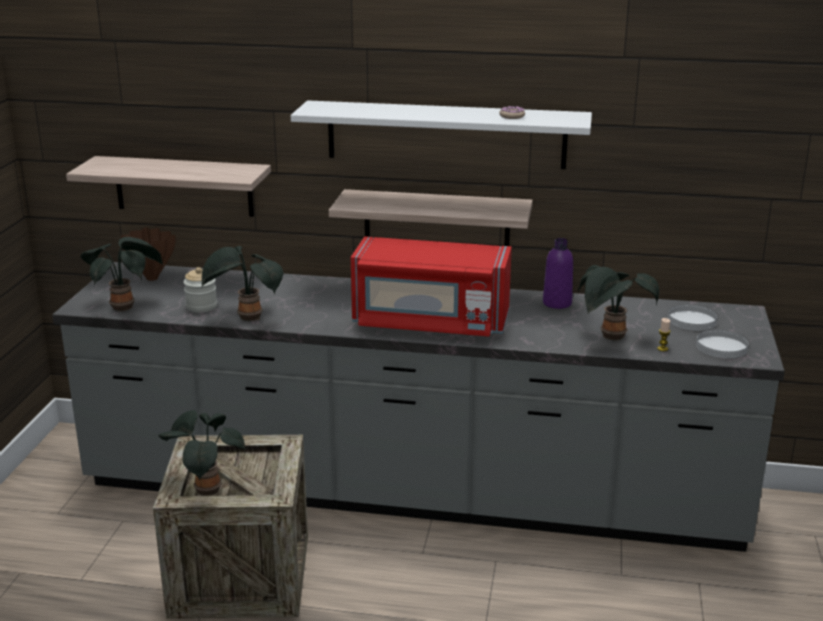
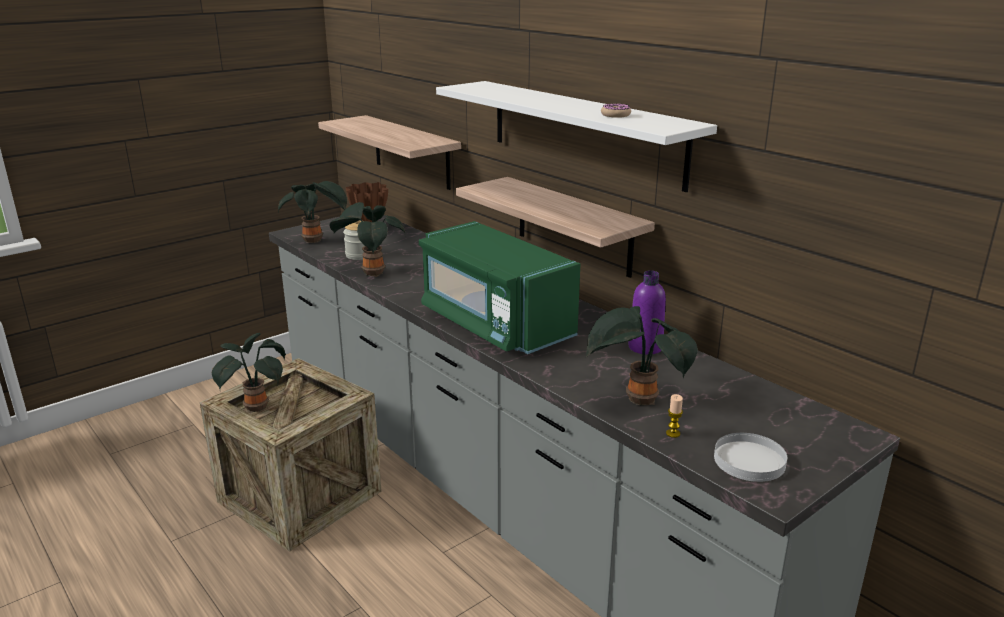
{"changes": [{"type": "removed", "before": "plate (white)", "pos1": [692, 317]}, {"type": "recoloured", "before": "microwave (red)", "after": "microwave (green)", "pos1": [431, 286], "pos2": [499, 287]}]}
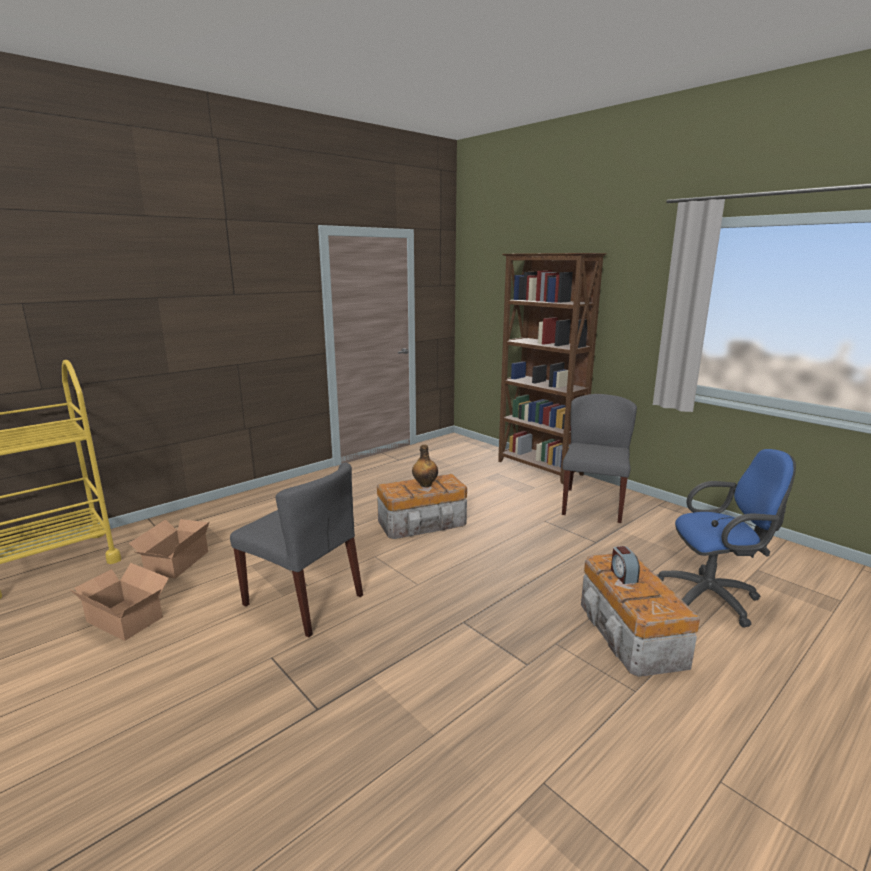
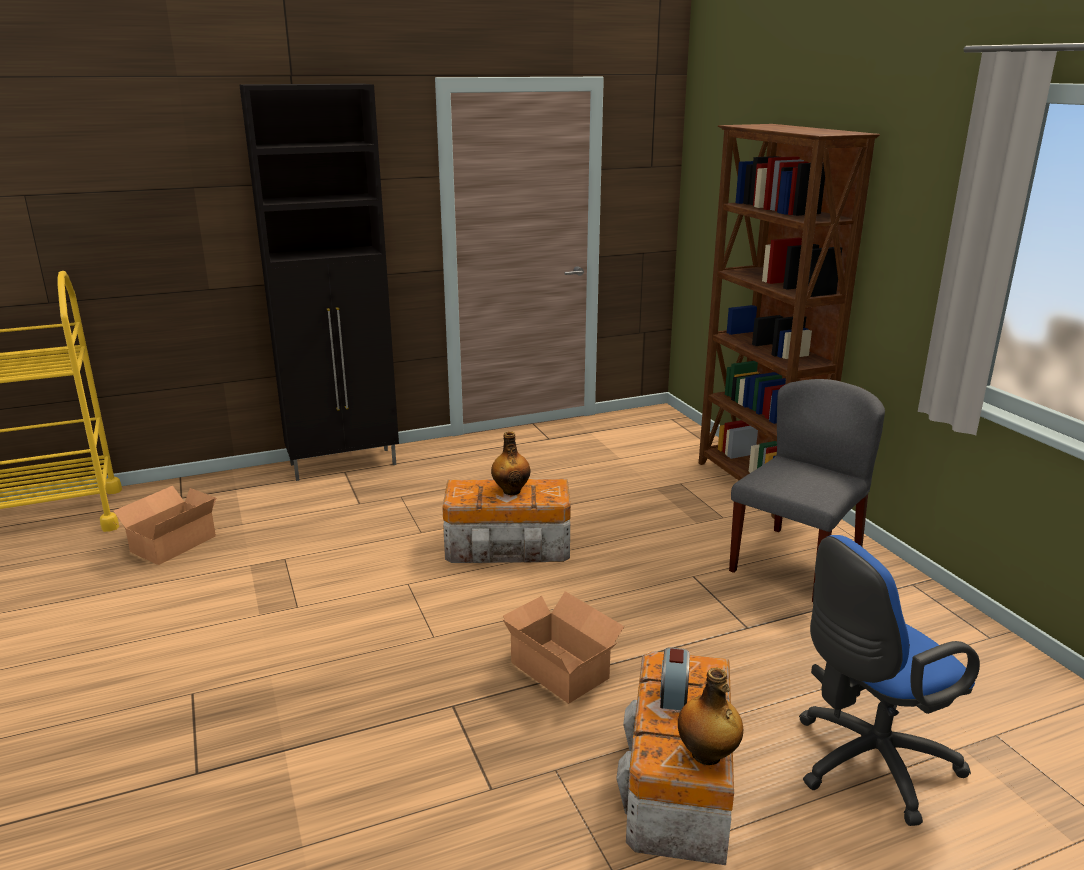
{"changes": [{"type": "removed", "before": "chair (grey)", "pos1": [296, 549]}, {"type": "added", "after": "cabinet (black)", "pos2": [319, 282]}, {"type": "added", "after": "bottle", "pos2": [710, 716]}, {"type": "moved", "before": "cardboard box", "pos1": [120, 602], "pos2": [563, 647]}, {"type": "turned", "before": "office chair (blue)", "pos1": [726, 538], "pos2": [889, 680], "turn": 135}]}
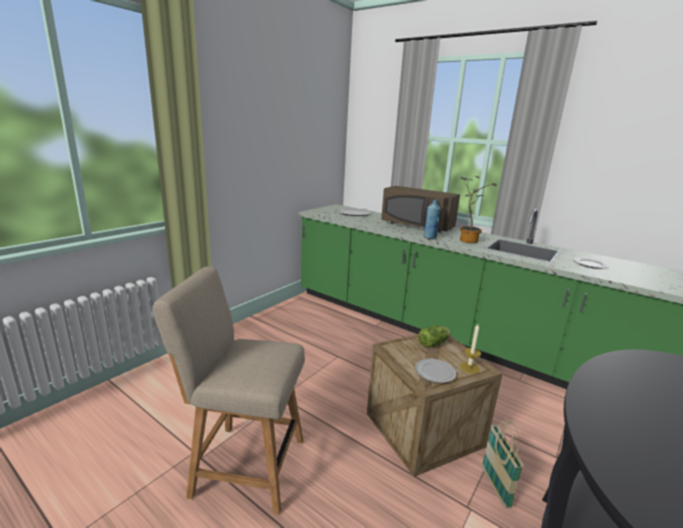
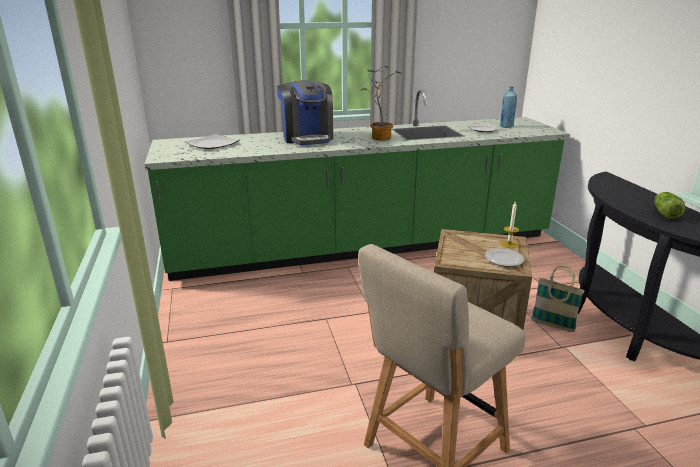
{"changes": [{"type": "moved", "before": "lettuce", "pos1": [434, 337], "pos2": [670, 205]}, {"type": "moved", "before": "bottle (blue)", "pos1": [432, 219], "pos2": [508, 107]}, {"type": "replaced", "before": "microwave (brown)", "after": "coffee machine", "pos1": [420, 209], "pos2": [305, 112]}]}
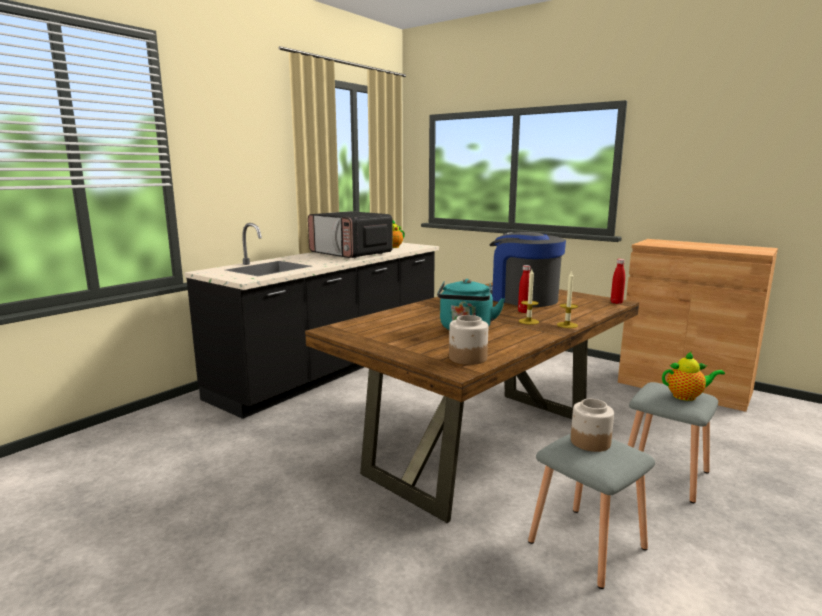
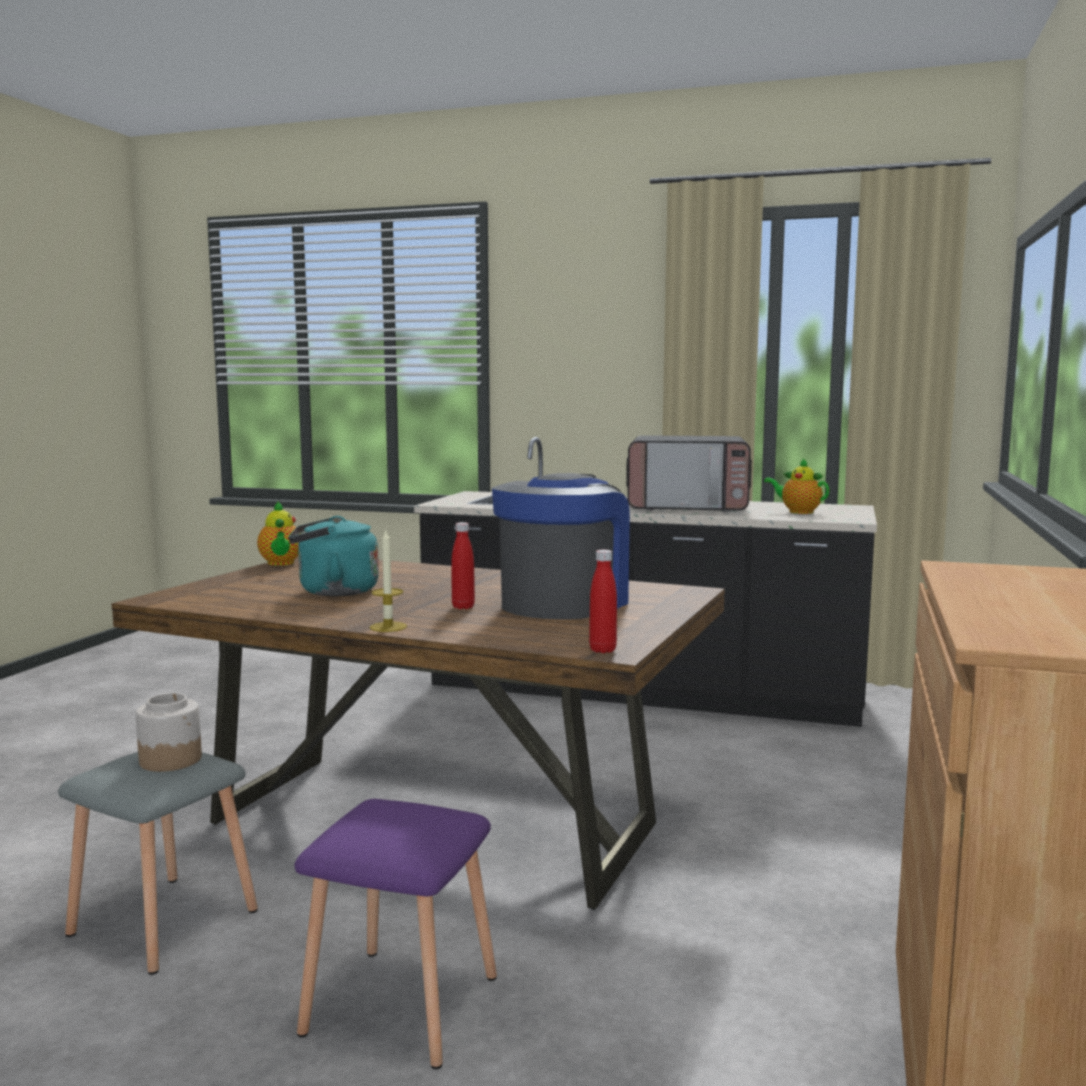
{"changes": [{"type": "removed", "before": "jar", "pos1": [468, 340]}, {"type": "removed", "before": "candle", "pos1": [529, 297]}, {"type": "moved", "before": "teapot", "pos1": [693, 376], "pos2": [279, 534]}, {"type": "recoloured", "before": "stool (grey)", "after": "stool (purple)", "pos1": [673, 442], "pos2": [396, 934]}, {"type": "turned", "before": "microwave", "pos1": [350, 234], "pos2": [689, 473], "turn": -105}]}
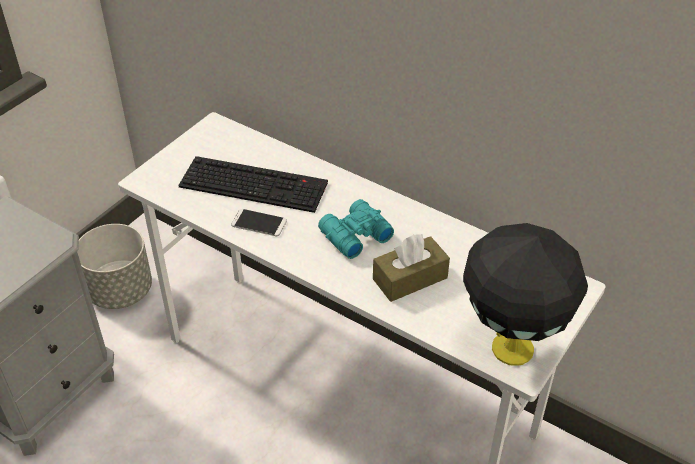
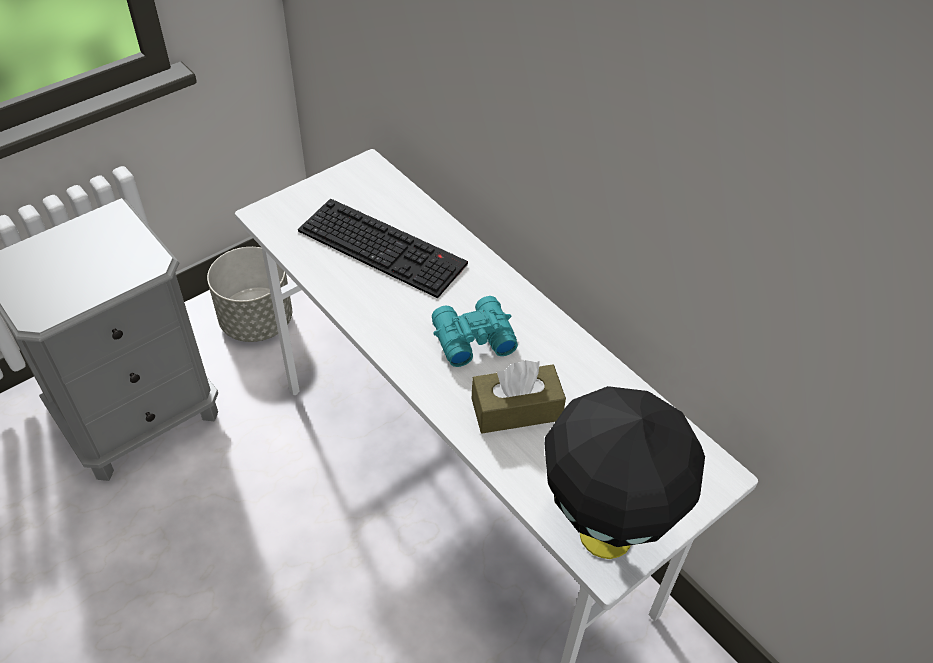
{"changes": [{"type": "removed", "before": "phone", "pos1": [259, 222]}]}
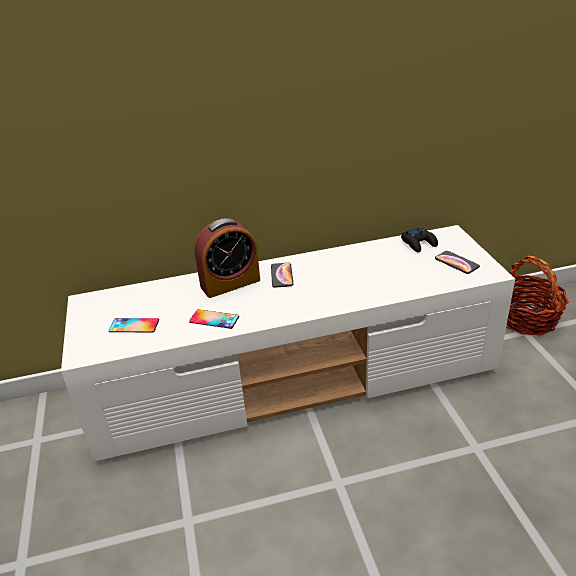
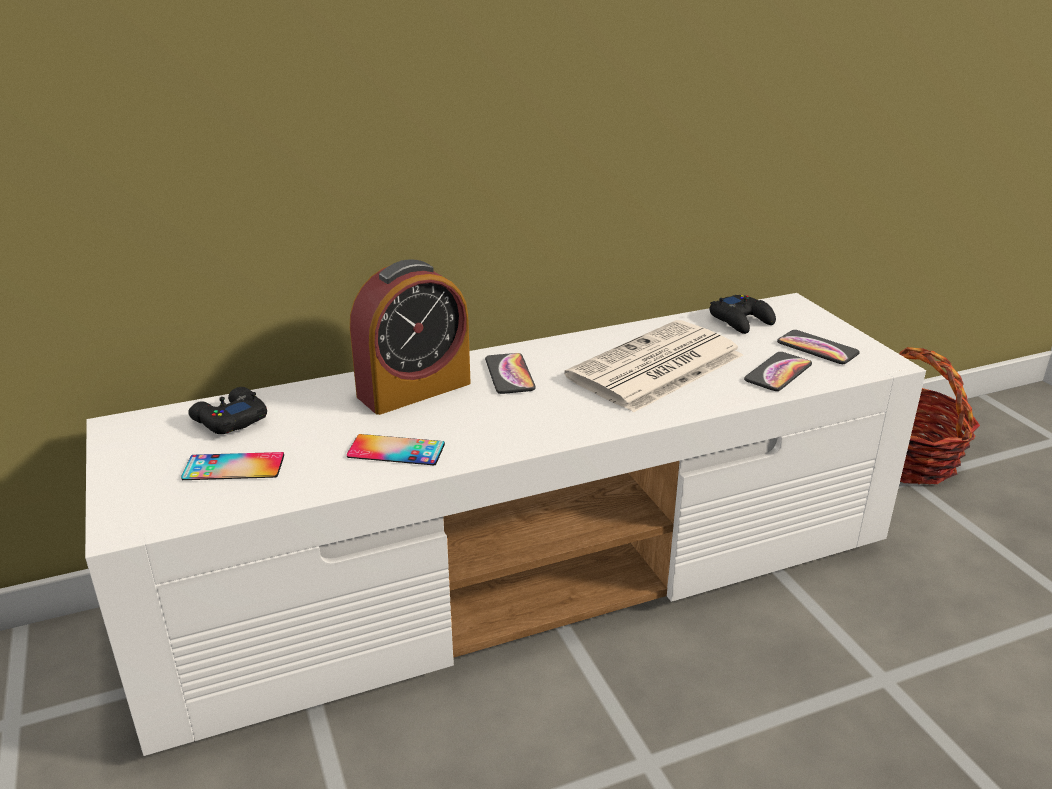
{"changes": [{"type": "added", "after": "game controller (black)", "pos2": [227, 410]}, {"type": "added", "after": "newspaper", "pos2": [653, 366]}, {"type": "added", "after": "phone", "pos2": [778, 371]}]}
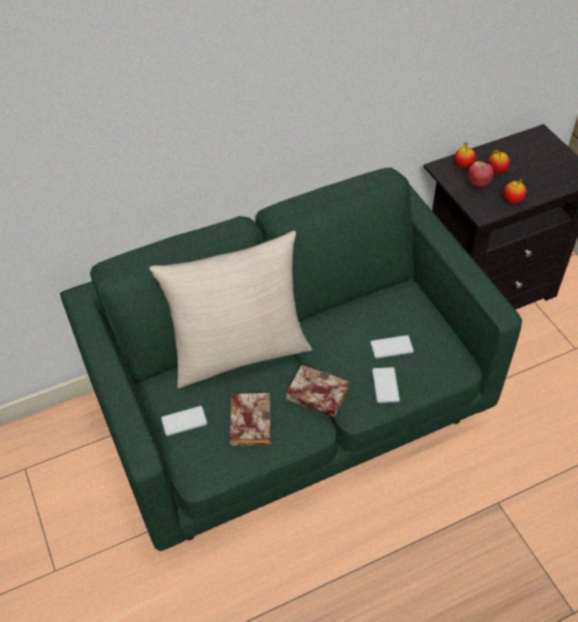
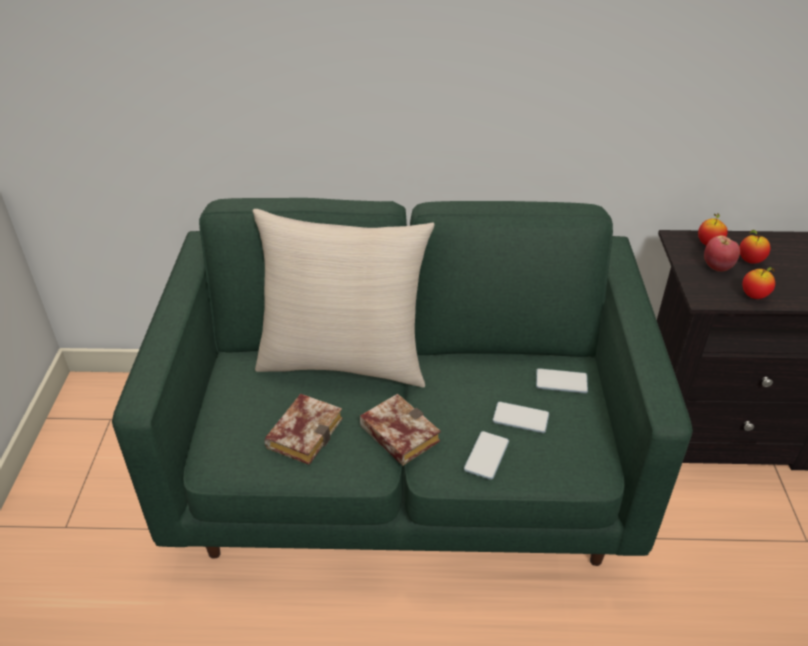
{"changes": [{"type": "moved", "before": "phone", "pos1": [184, 421], "pos2": [562, 380]}]}
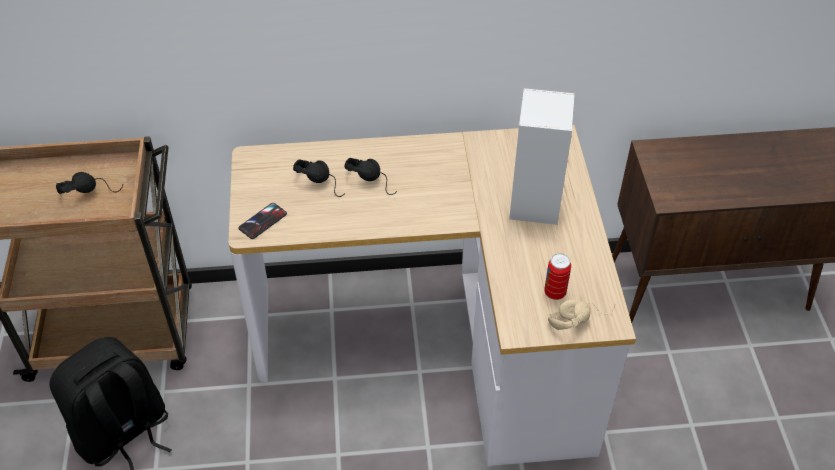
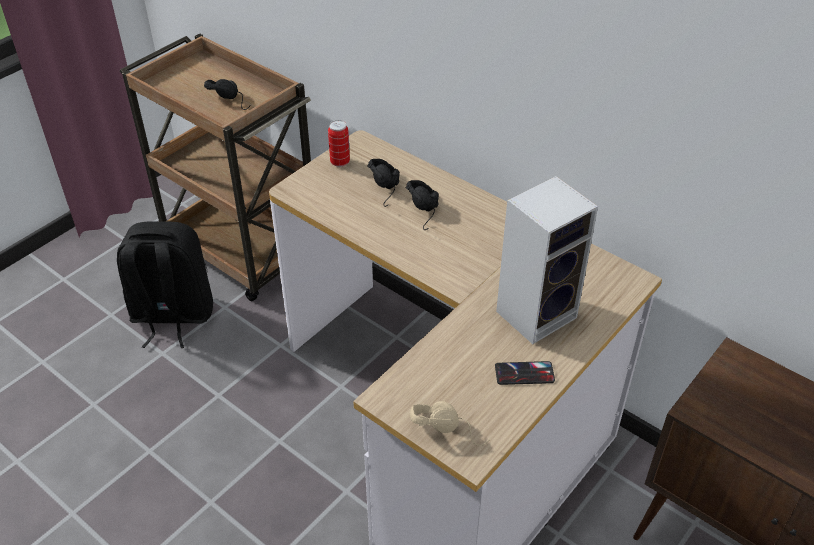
{"changes": [{"type": "moved", "before": "phone", "pos1": [262, 221], "pos2": [525, 373]}, {"type": "moved", "before": "can", "pos1": [557, 276], "pos2": [339, 143]}]}
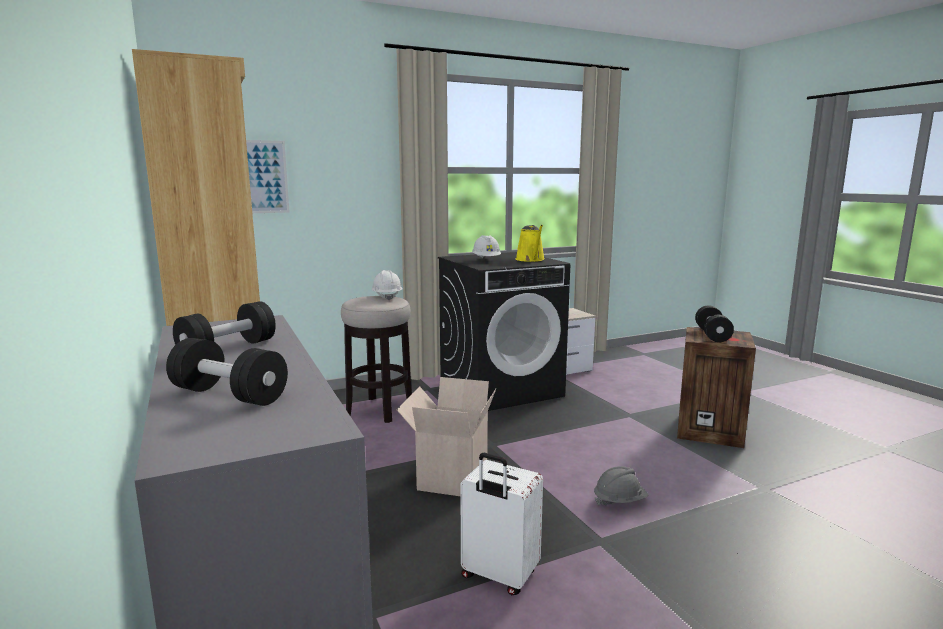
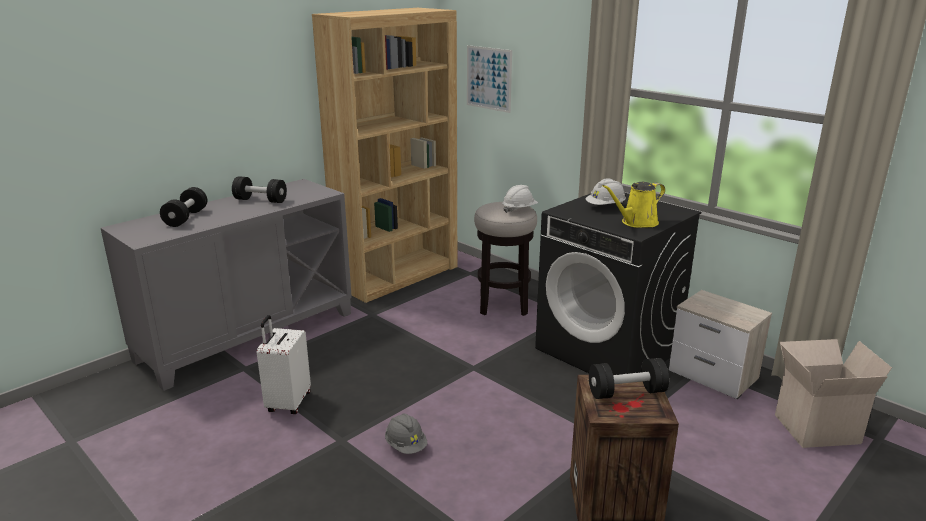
{"changes": [{"type": "moved", "before": "cardboard box", "pos1": [446, 436], "pos2": [833, 393]}]}
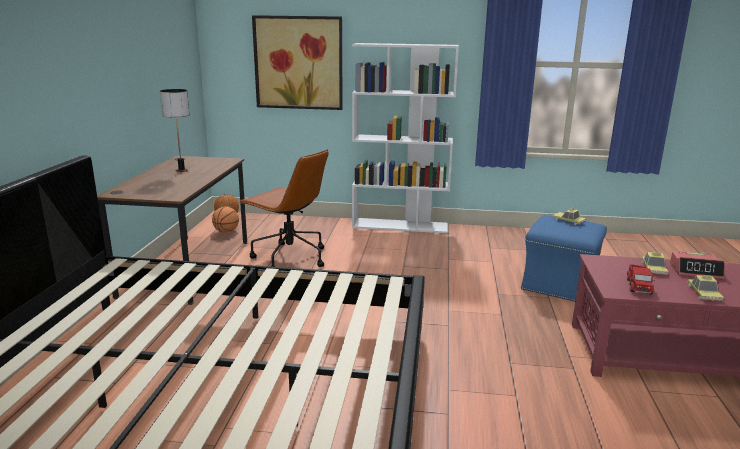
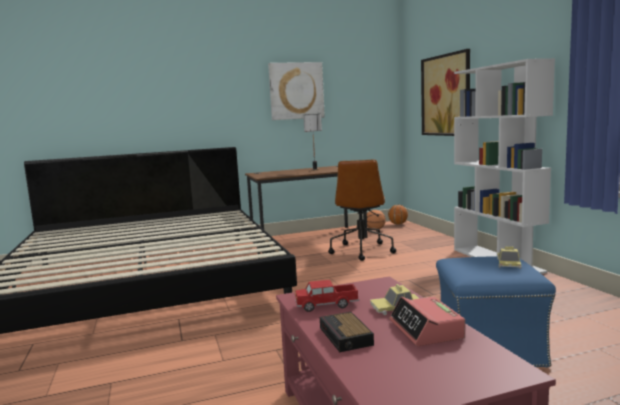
{"changes": [{"type": "added", "after": "picture", "pos2": [296, 91]}, {"type": "replaced", "before": "toy car", "after": "alarm clock", "pos1": [705, 288], "pos2": [347, 332]}]}
